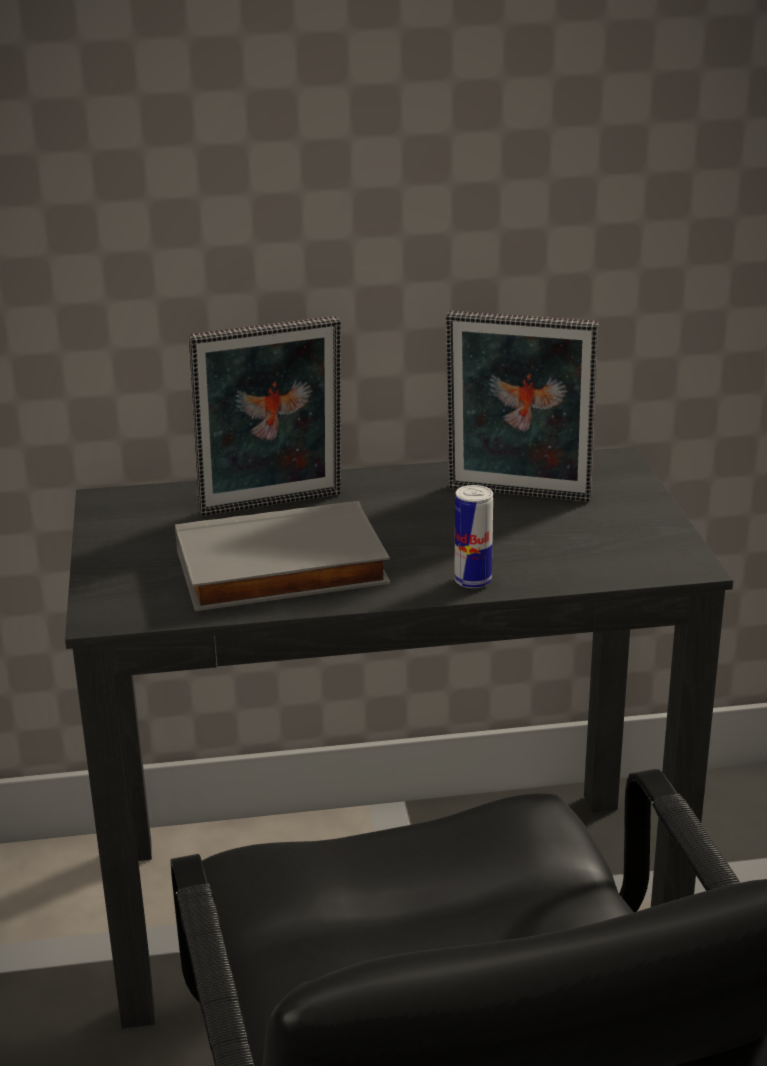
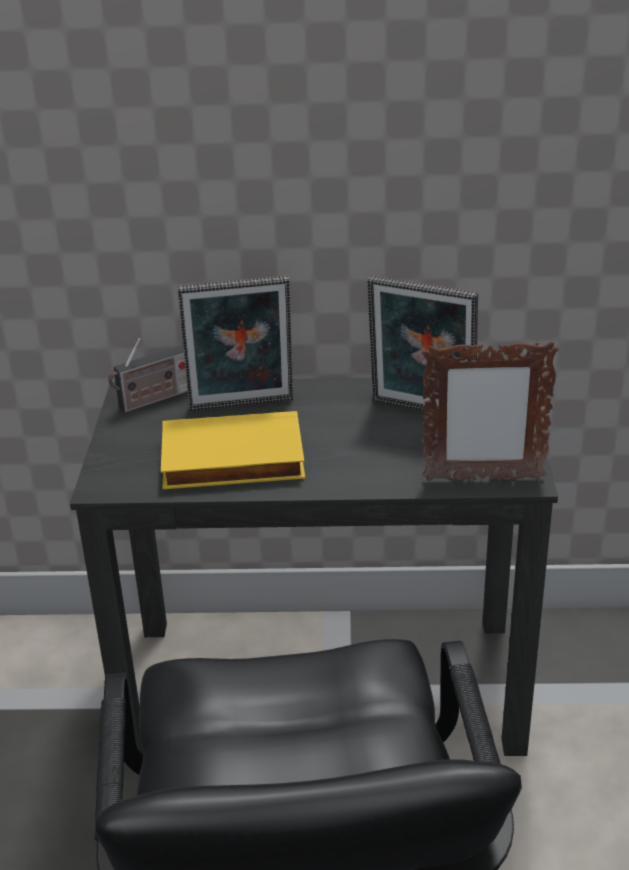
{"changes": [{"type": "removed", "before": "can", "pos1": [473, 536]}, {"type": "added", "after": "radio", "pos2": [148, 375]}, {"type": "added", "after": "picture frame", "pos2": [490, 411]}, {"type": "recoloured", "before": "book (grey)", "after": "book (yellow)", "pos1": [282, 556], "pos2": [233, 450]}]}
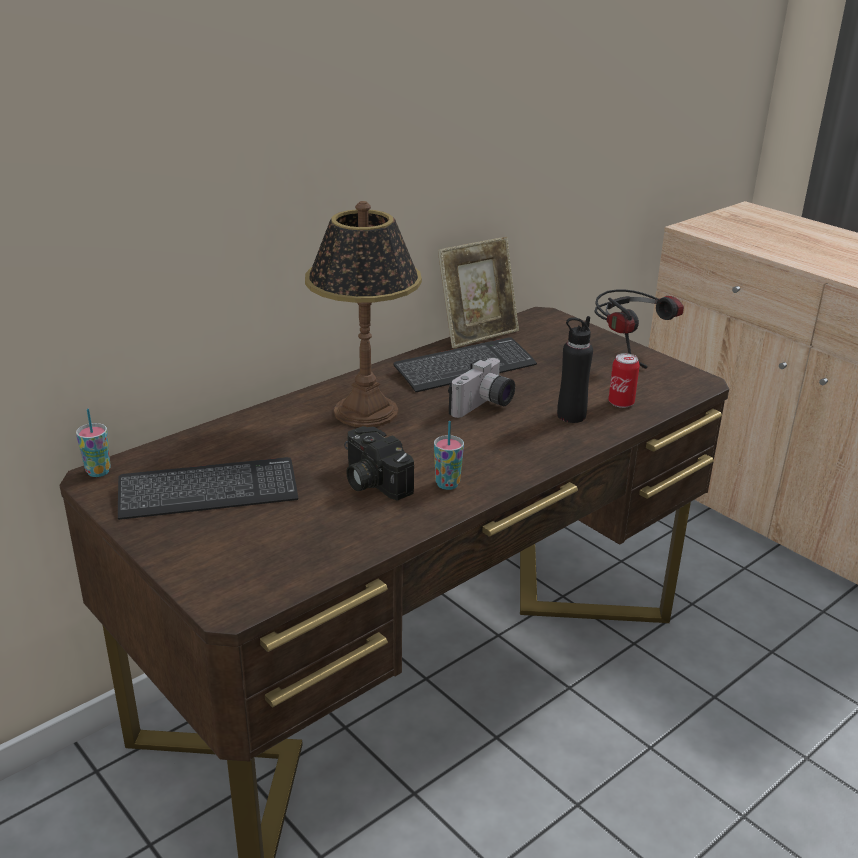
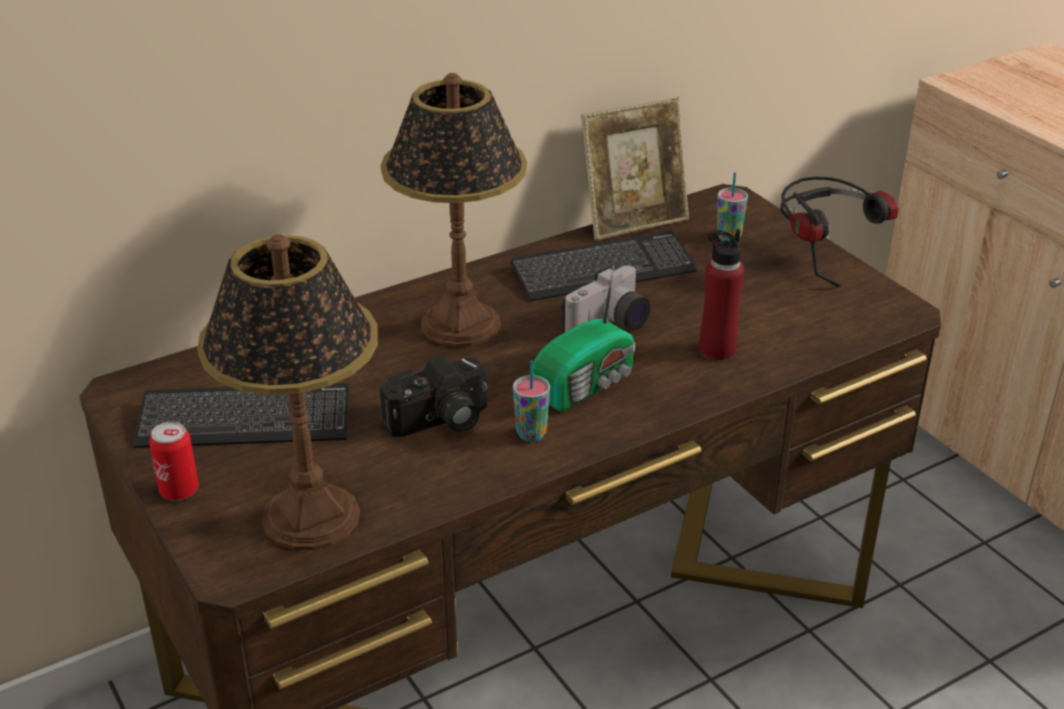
{"changes": [{"type": "added", "after": "table lamp", "pos2": [287, 392]}, {"type": "added", "after": "radio", "pos2": [584, 338]}, {"type": "moved", "before": "cup", "pos1": [93, 442], "pos2": [732, 206]}, {"type": "moved", "before": "can", "pos1": [624, 380], "pos2": [174, 460]}, {"type": "recoloured", "before": "bottle (black)", "after": "bottle (red)", "pos1": [575, 369], "pos2": [721, 294]}, {"type": "turned", "before": "photo camera", "pos1": [379, 463], "pos2": [433, 396], "turn": -90}]}
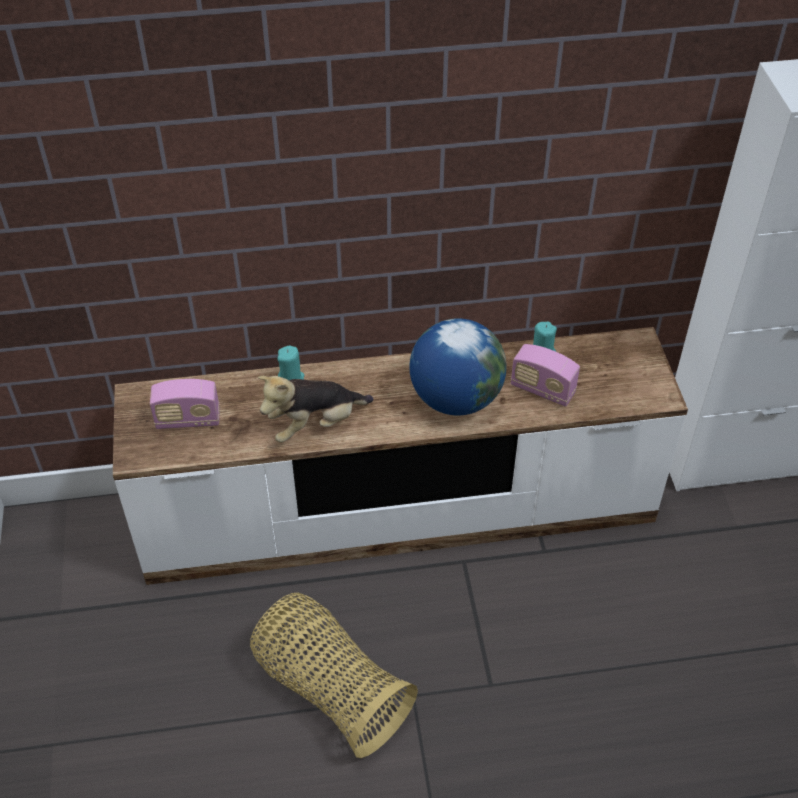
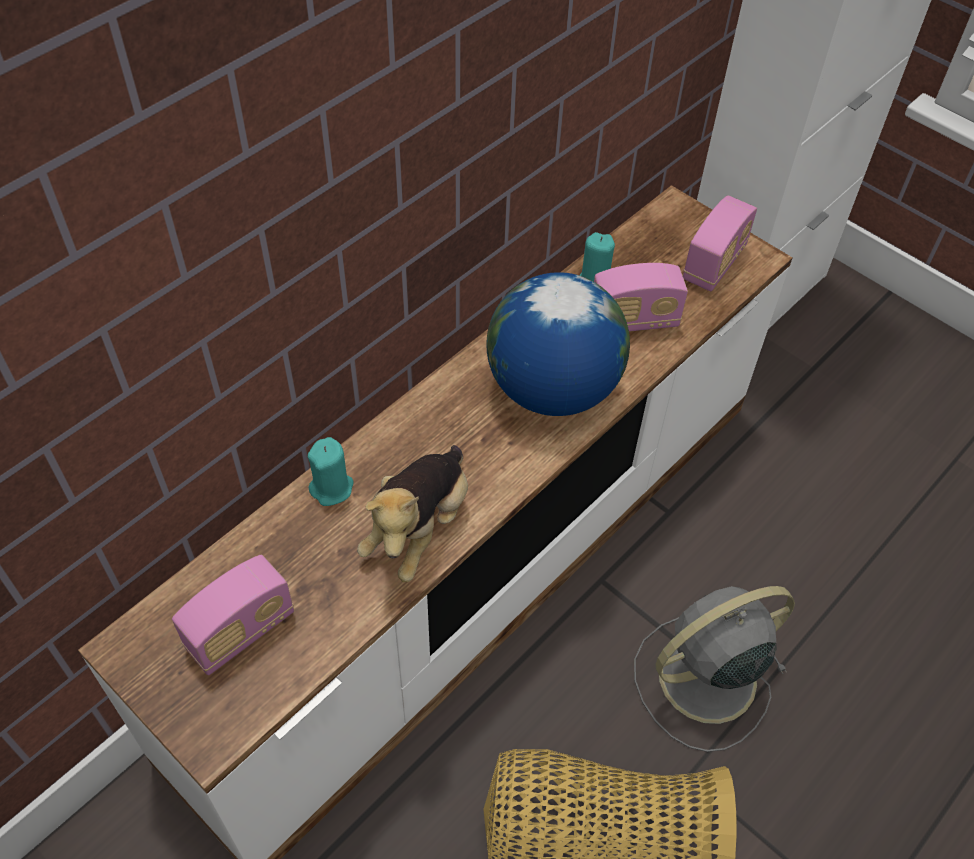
{"changes": [{"type": "added", "after": "fan (grey)", "pos2": [714, 669]}, {"type": "added", "after": "radio", "pos2": [720, 243]}]}
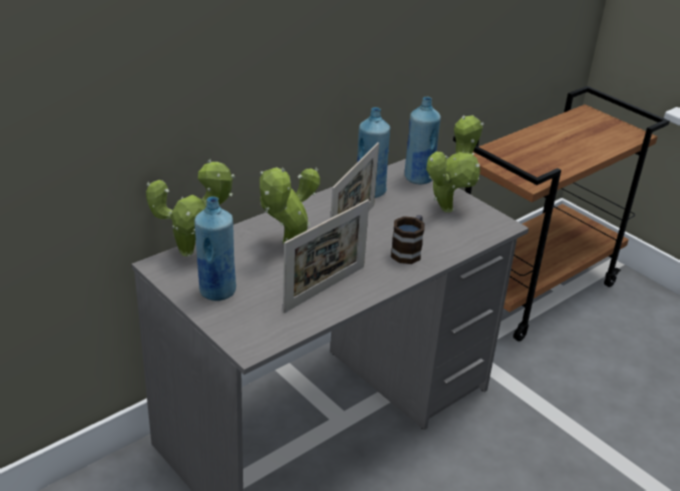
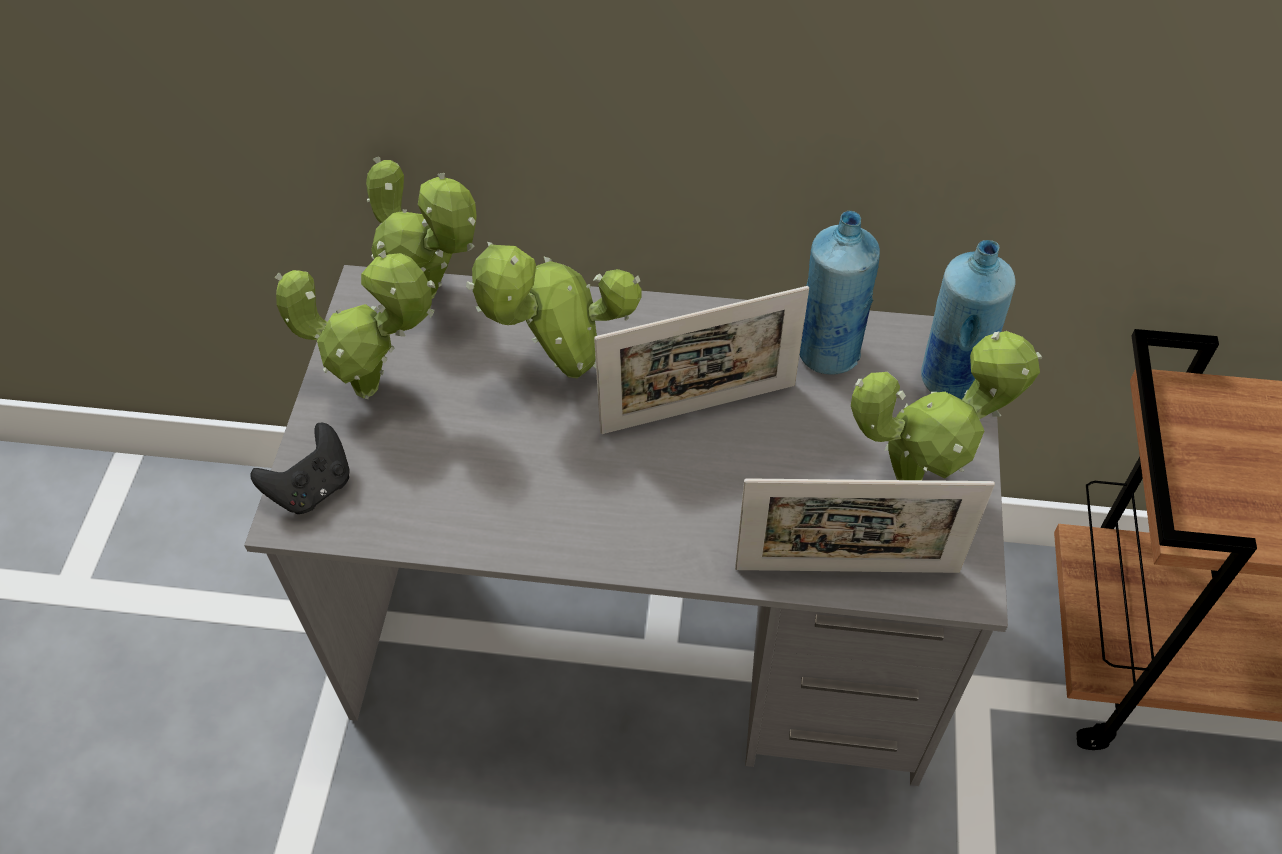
{"changes": [{"type": "removed", "before": "mug", "pos1": [408, 239]}, {"type": "added", "after": "game controller (black)", "pos2": [300, 468]}, {"type": "moved", "before": "picture frame", "pos1": [326, 256], "pos2": [865, 525]}, {"type": "replaced", "before": "bottle (blue)", "after": "potted plant", "pos1": [215, 248], "pos2": [354, 324]}]}
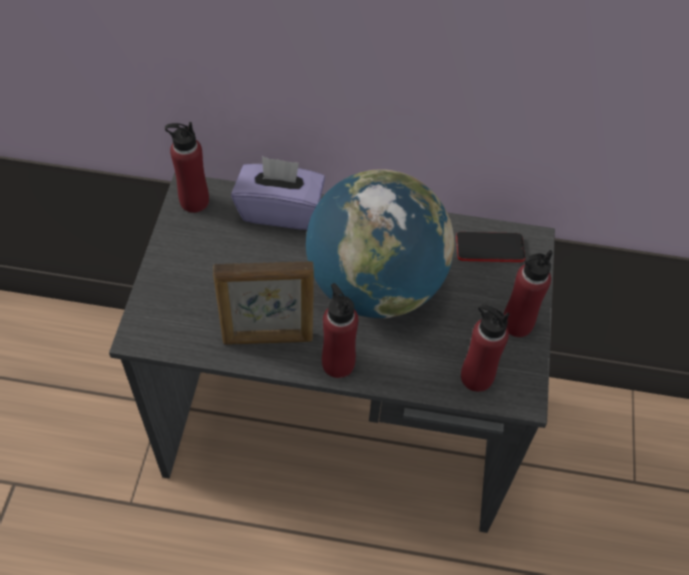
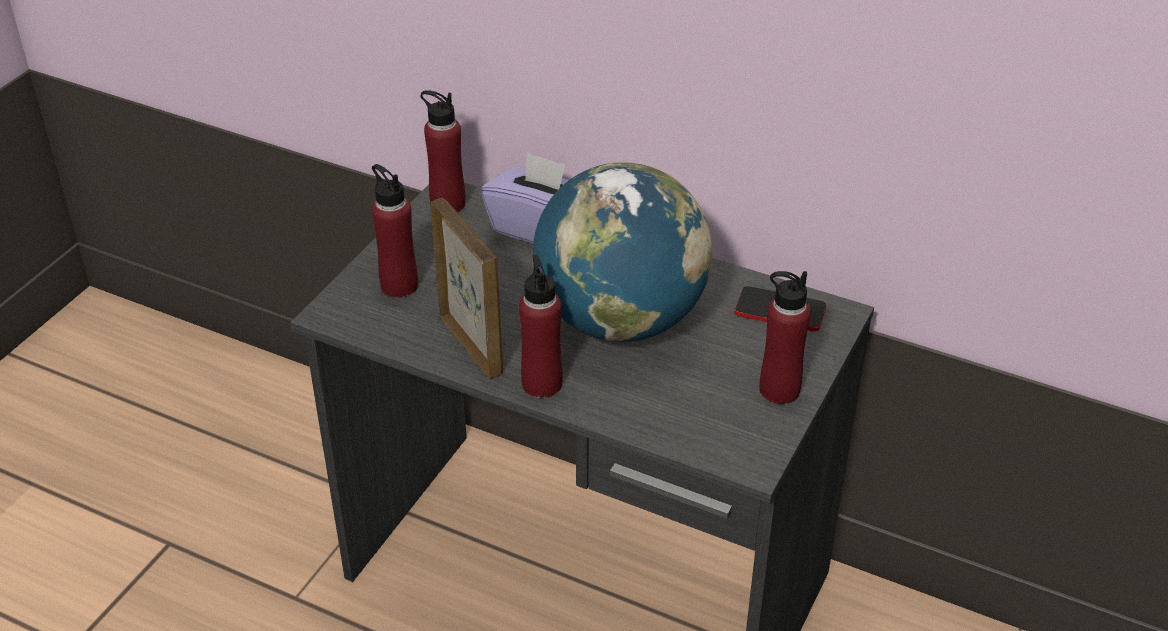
{"changes": [{"type": "moved", "before": "bottle (red)", "pos1": [485, 348], "pos2": [395, 231]}, {"type": "turned", "before": "picture frame", "pos1": [263, 302], "pos2": [466, 289], "turn": -135}]}
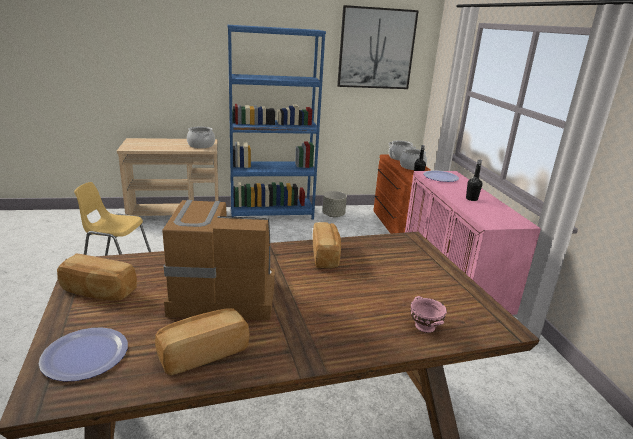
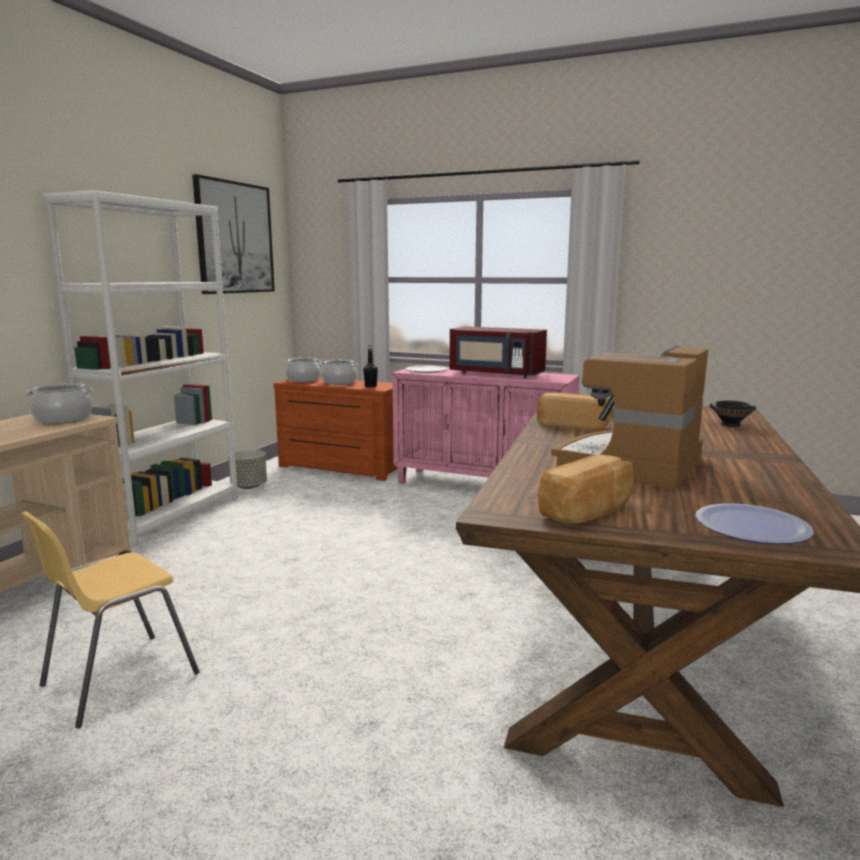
{"changes": [{"type": "removed", "before": "bread", "pos1": [202, 341]}, {"type": "replaced", "before": "bottle (black)", "after": "microwave (red)", "pos1": [474, 180], "pos2": [498, 352]}, {"type": "recoloured", "before": "bookcase (blue)", "after": "bookcase (white)", "pos1": [276, 122], "pos2": [140, 368]}, {"type": "recoloured", "before": "bowl (pink)", "after": "bowl (black)", "pos1": [429, 314], "pos2": [732, 413]}]}
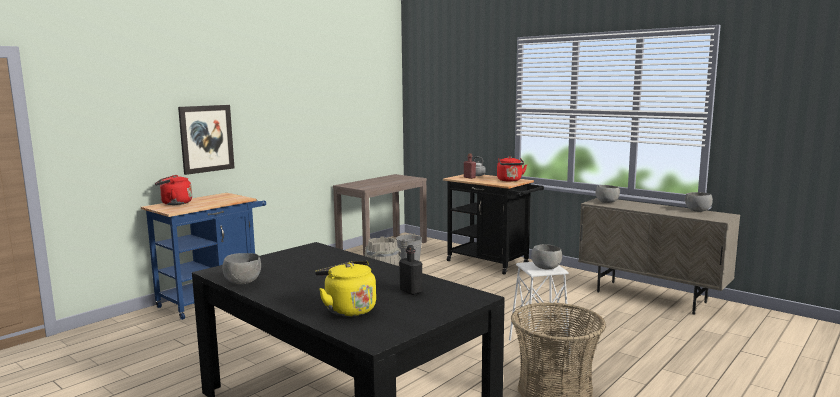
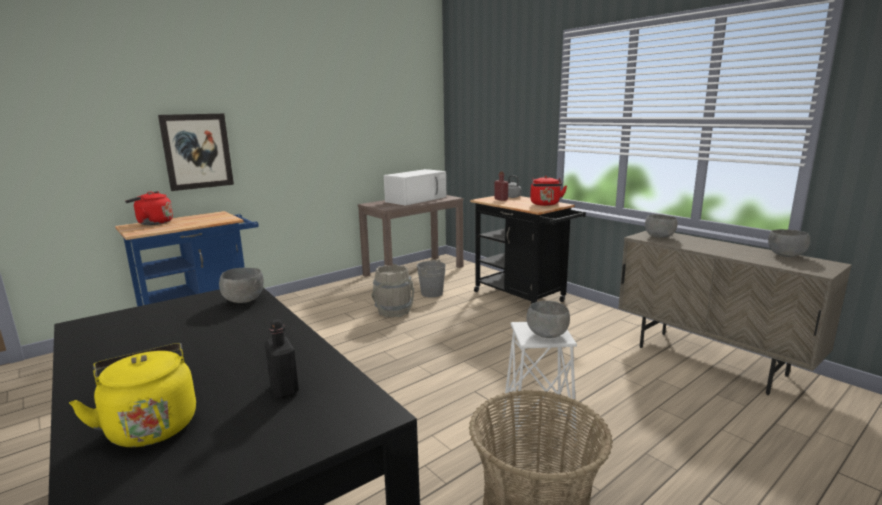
{"changes": [{"type": "added", "after": "microwave (white)", "pos2": [415, 187]}, {"type": "moved", "before": "bowl (grey)", "pos1": [242, 268], "pos2": [241, 285]}]}
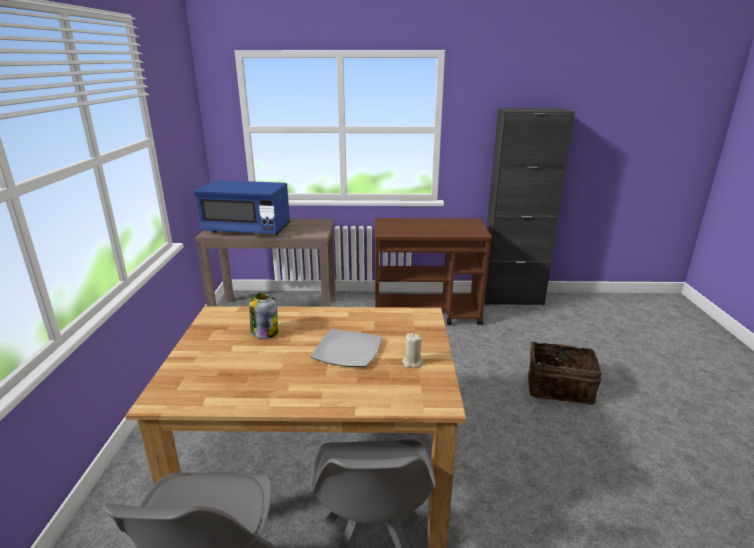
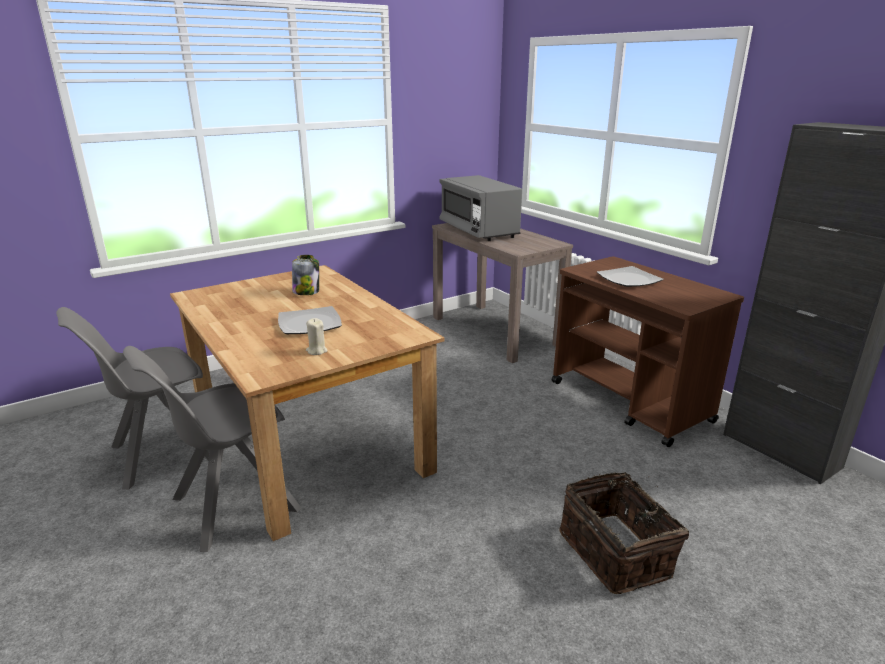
{"changes": [{"type": "added", "after": "plate", "pos2": [630, 276]}, {"type": "recoloured", "before": "microwave (blue)", "after": "microwave (grey)", "pos1": [242, 207], "pos2": [480, 208]}]}
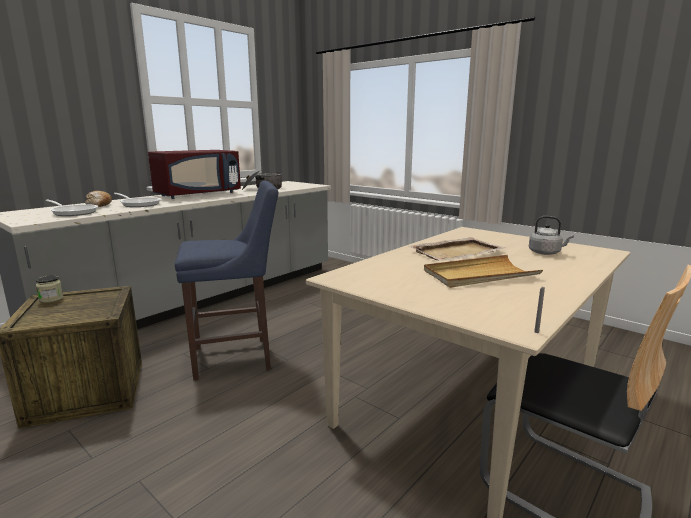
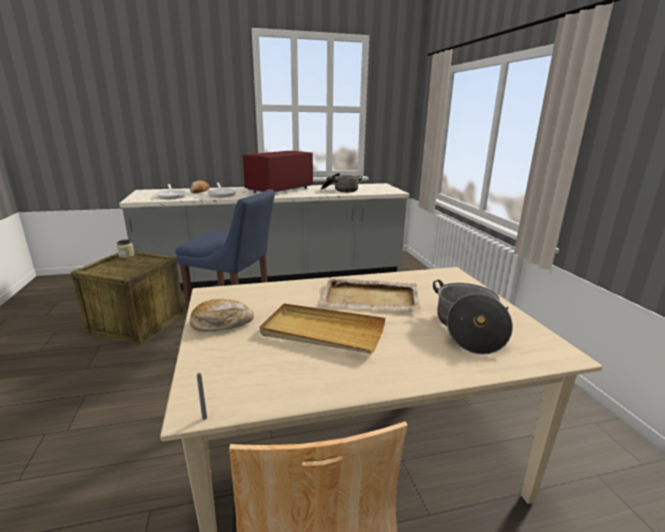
{"changes": [{"type": "added", "after": "bread", "pos2": [222, 315]}, {"type": "replaced", "before": "kettle (grey)", "after": "cooking pot", "pos1": [551, 235], "pos2": [473, 317]}, {"type": "turned", "before": "microwave (red)", "pos1": [194, 174], "pos2": [278, 172], "turn": 135}]}
